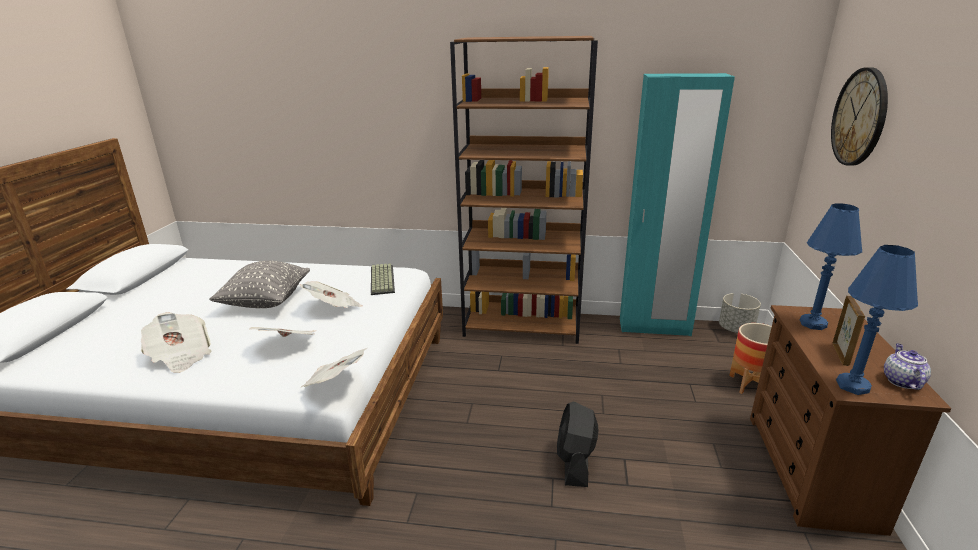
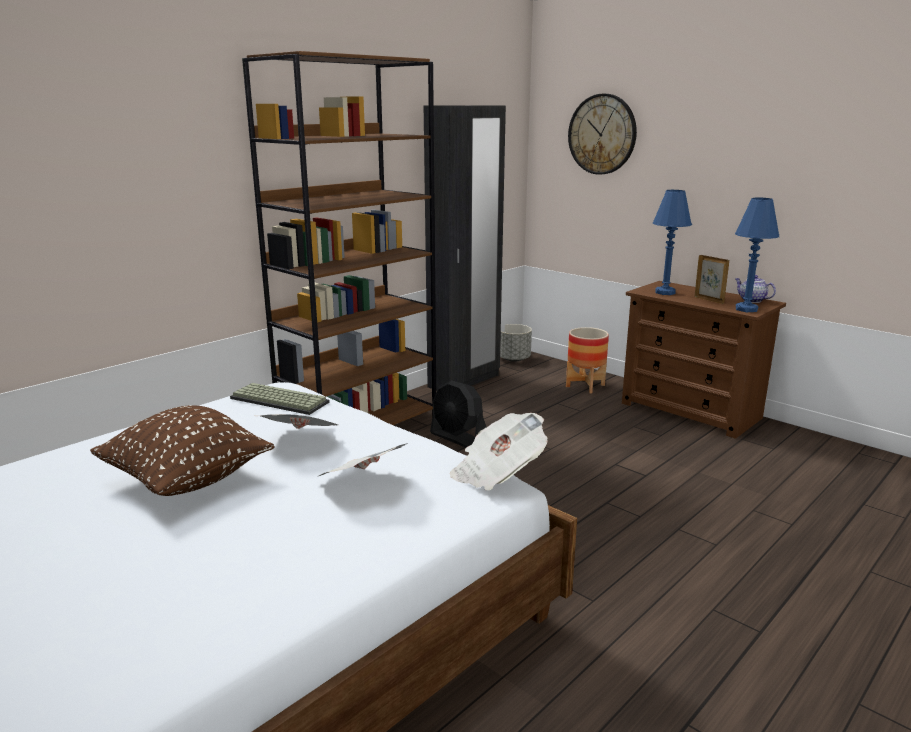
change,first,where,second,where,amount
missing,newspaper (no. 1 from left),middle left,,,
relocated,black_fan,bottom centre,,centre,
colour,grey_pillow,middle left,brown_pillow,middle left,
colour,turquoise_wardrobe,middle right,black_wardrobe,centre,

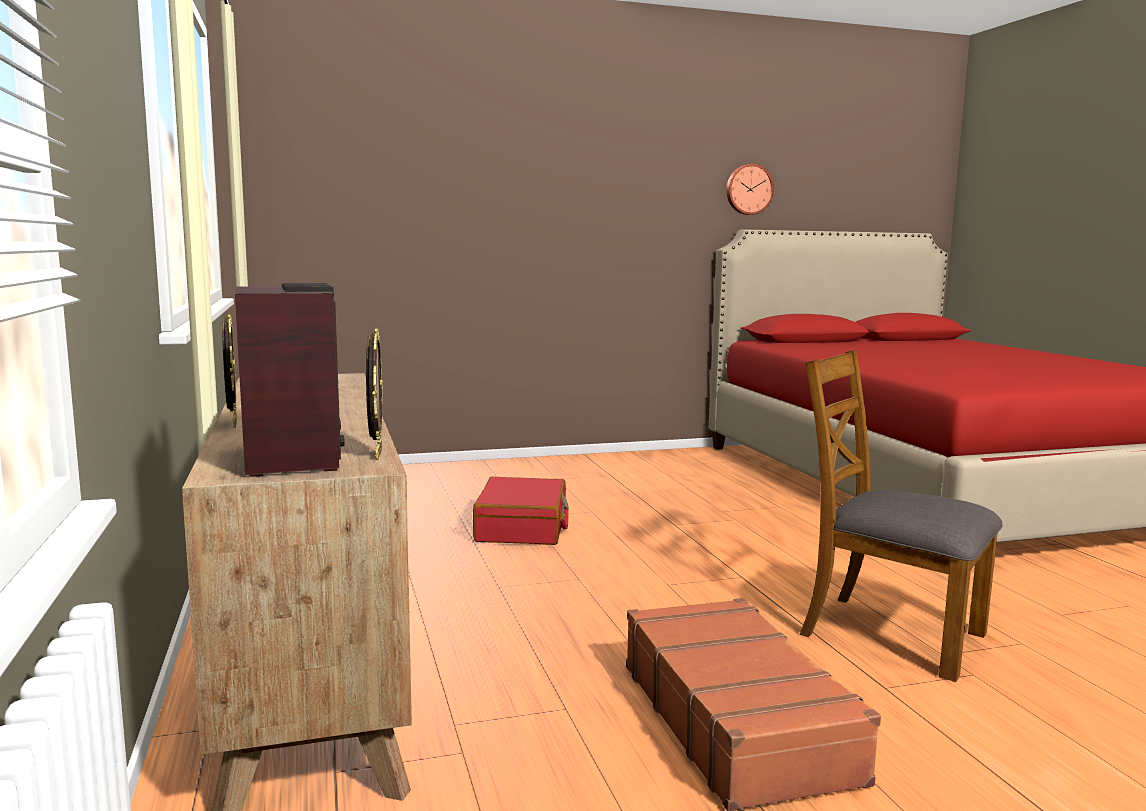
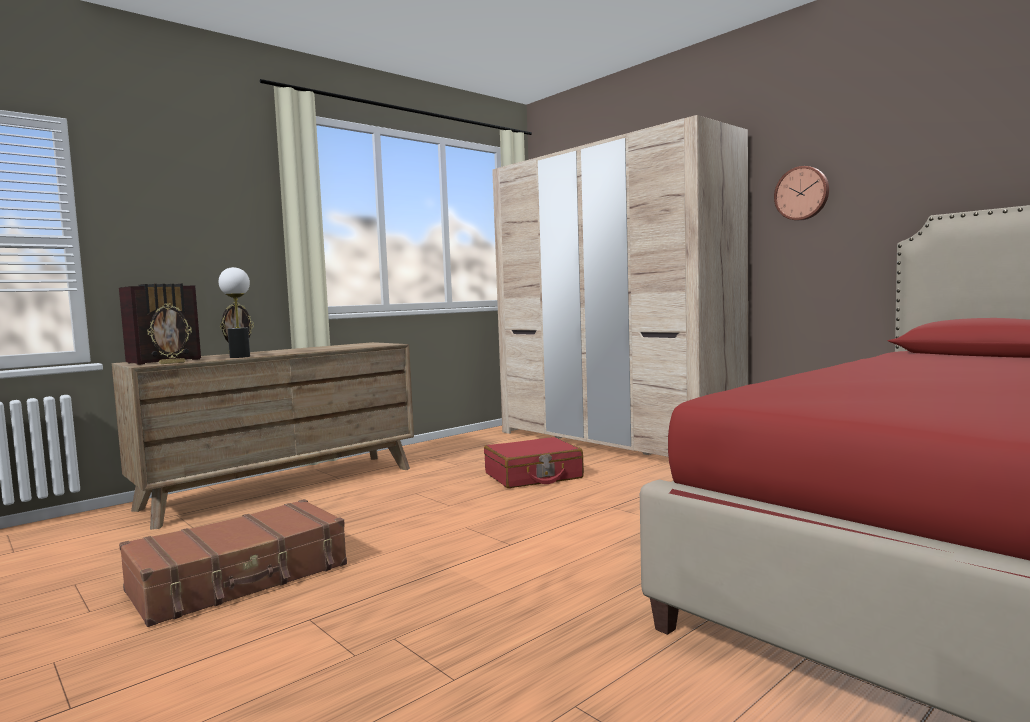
change,first,where,second,where,amount
missing,brown_chair,middle right,,,
appeared,,,table_lamp,middle left,
appeared,,,beige_wardrobe,centre,
relocated,wall_clock,top centre,,top right,

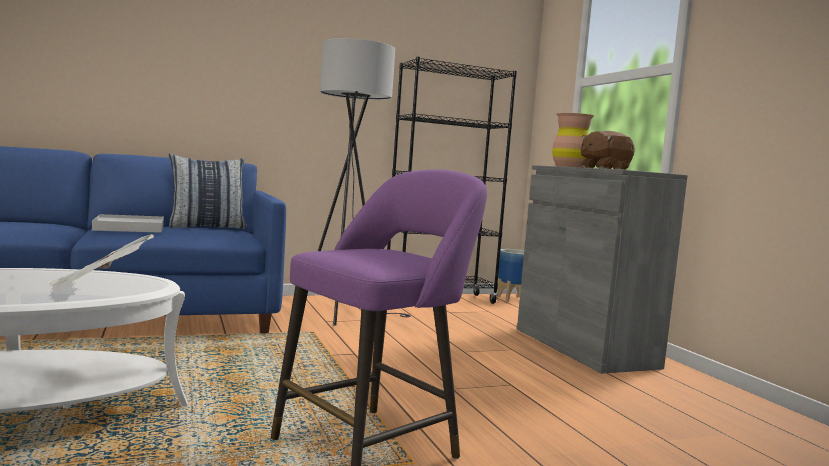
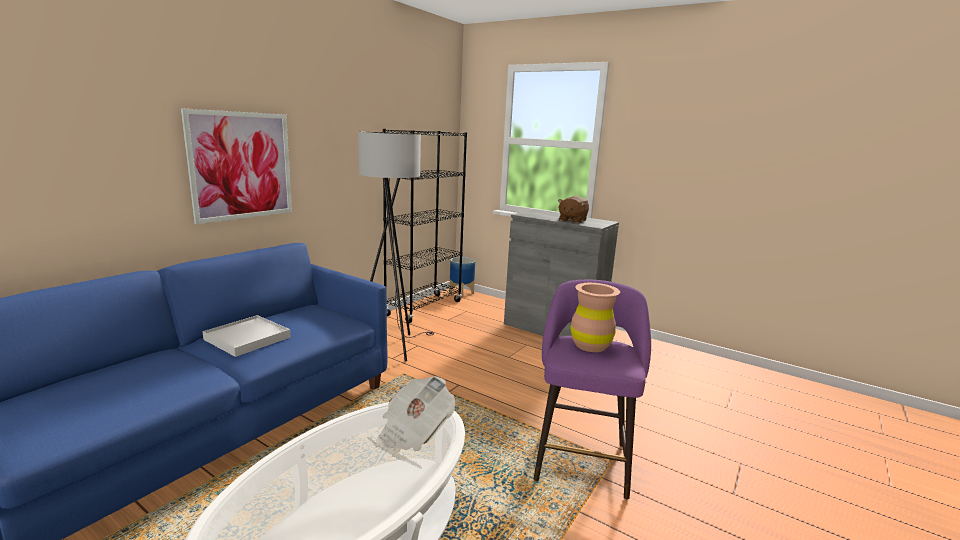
change,first,where,second,where,amount
missing,pillow,middle left,,,
appeared,,,picture,top left,
relocated,brown_vase,top right,,centre,

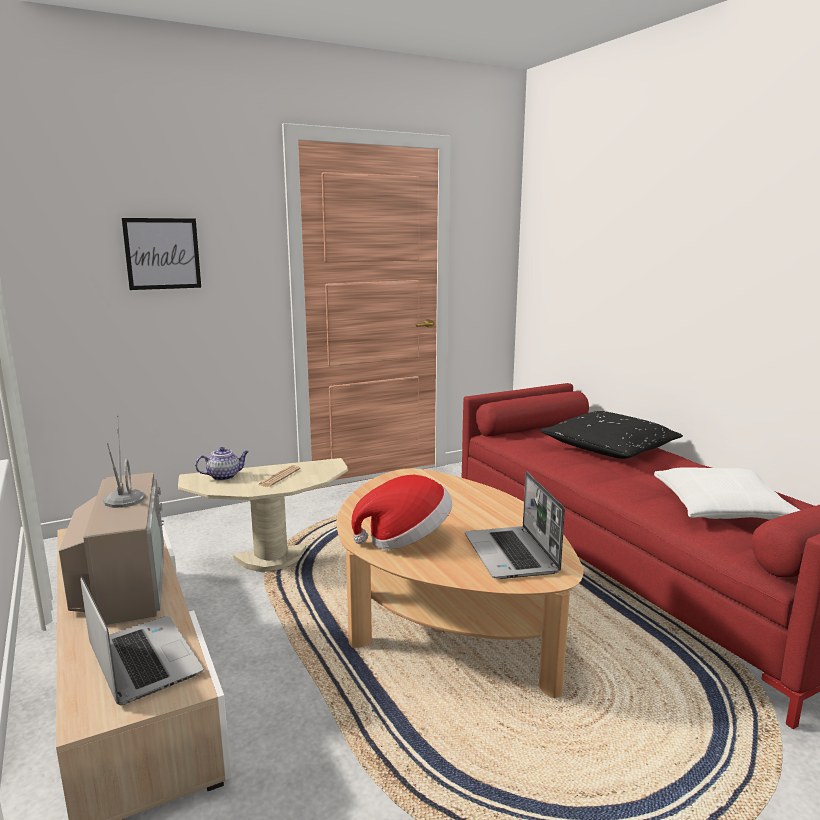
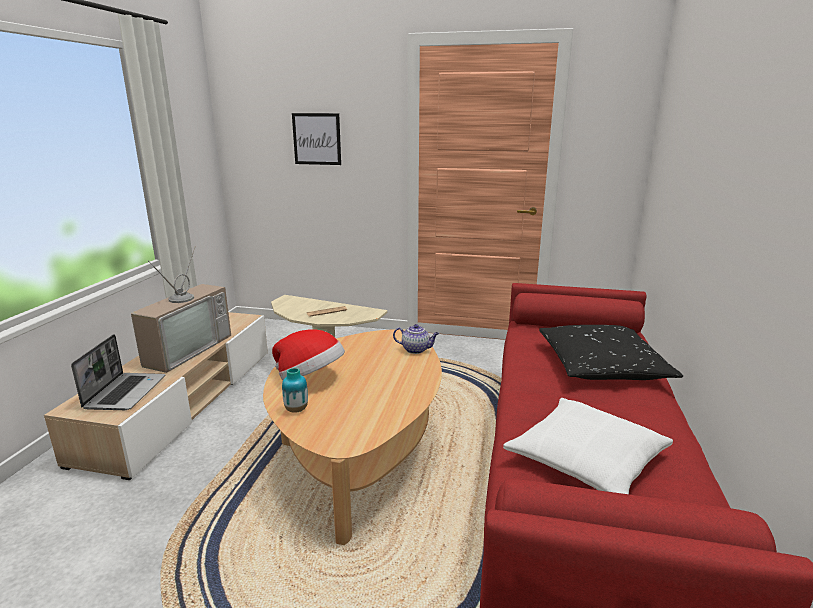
change,first,where,second,where,amount
missing,laptop (no. 2 from left),centre,,,
appeared,,,vase,centre,
relocated,teapot,middle left,,centre,

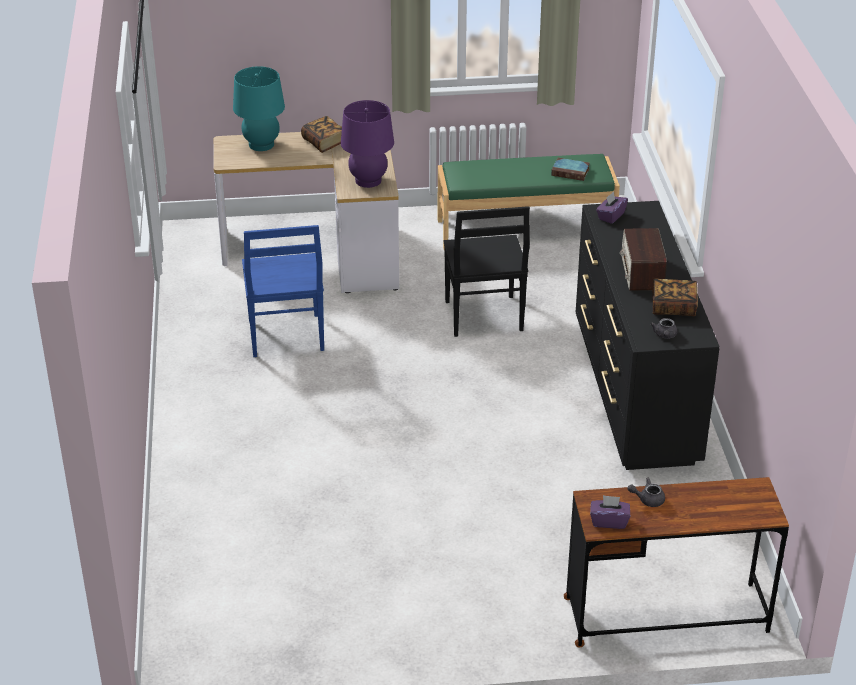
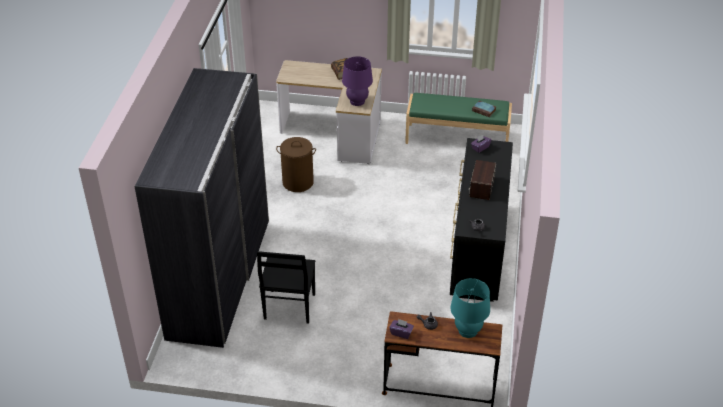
change,first,where,second,where,amount
missing,book (no. 3 from left),middle right,,,
appeared,,,grey_wardrobe,middle left,
relocated,turquoise_table_lamp,top left,,bottom centre,
relocated,black_chair,centre,,bottom centre,
exchanged,blue_chair,middle left,brown_laundry_basket,centre,

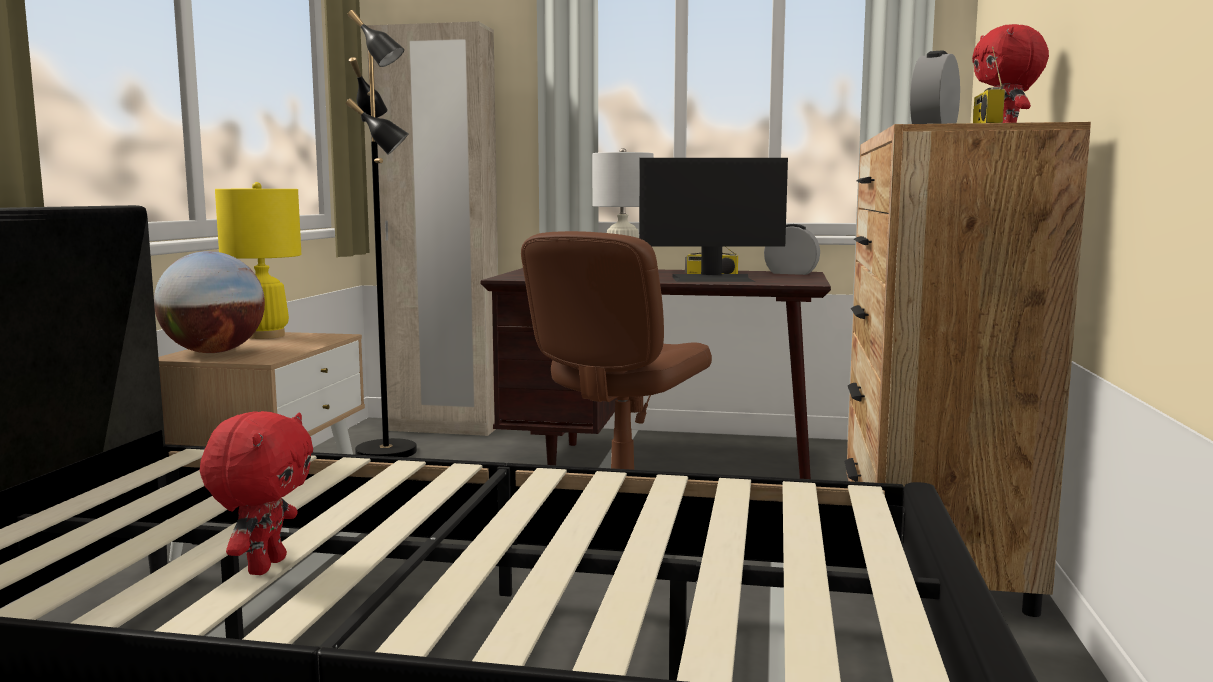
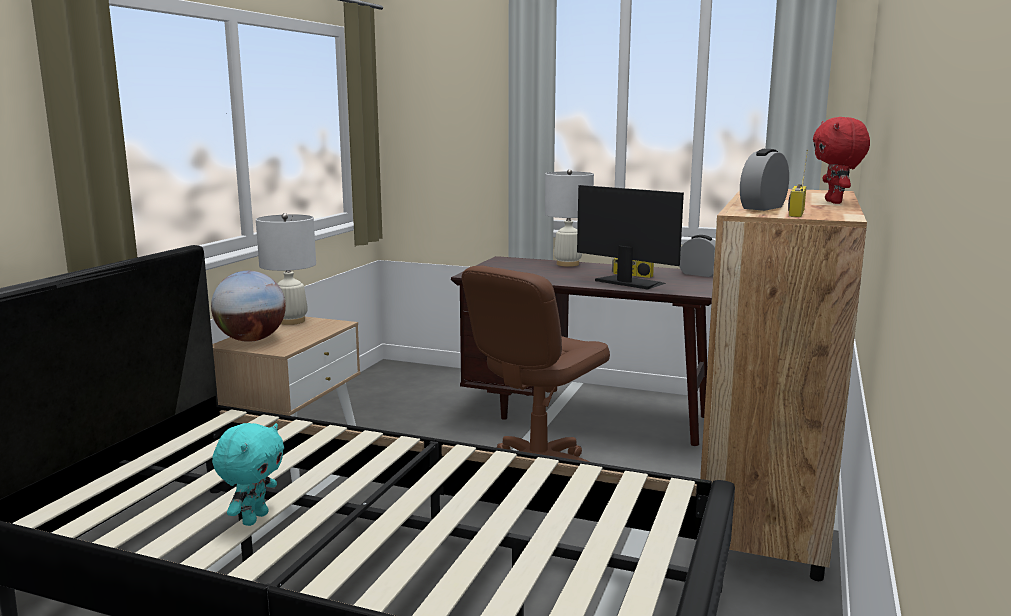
change,first,where,second,where,amount
missing,black_floor_lamp,middle left,,,
missing,beige_wardrobe,centre,,,
colour,red_plush_toy (no. 1 from left),bottom left,turquoise_plush_toy,bottom left,
colour,yellow_table_lamp,middle left,white_table_lamp (no. 1 from left),middle left,
spun,monitor,top centre,,centre,150 degrees counterclockwise

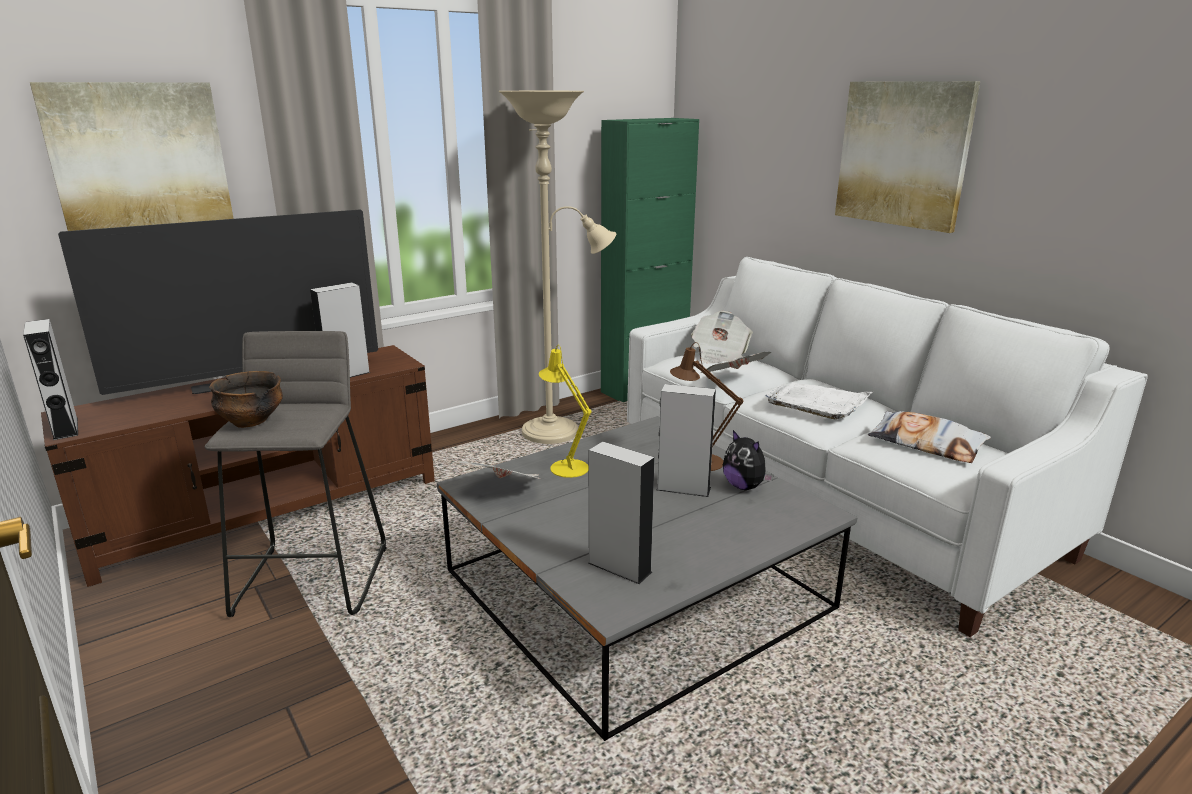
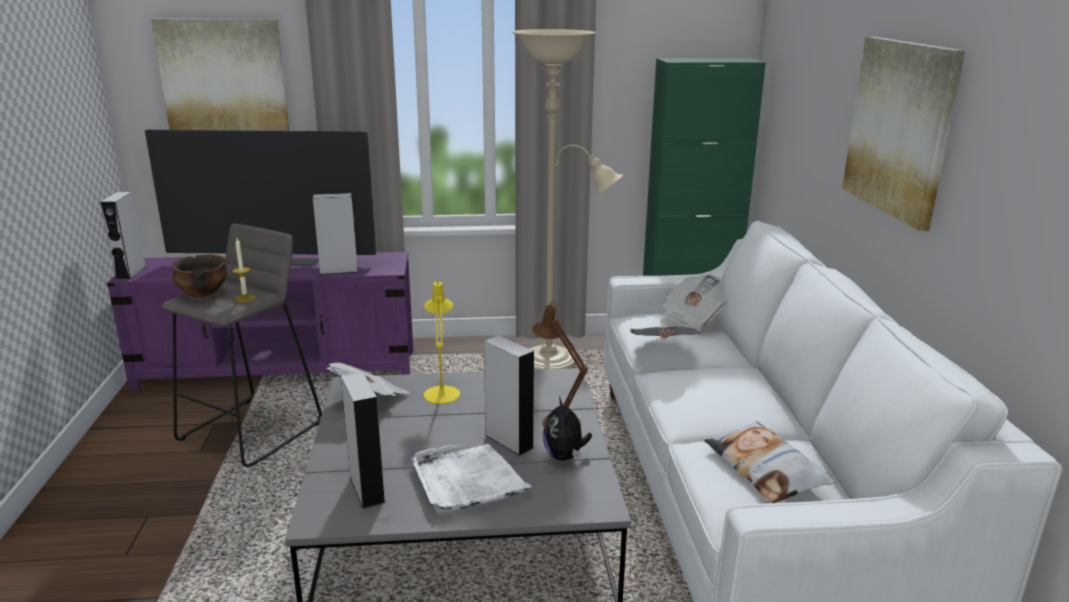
change,first,where,second,where,amount
appeared,,,candle,middle left,
relocated,white_tray,middle right,,bottom centre,
colour,brown_tv_stand,middle left,purple_tv_stand,middle left,

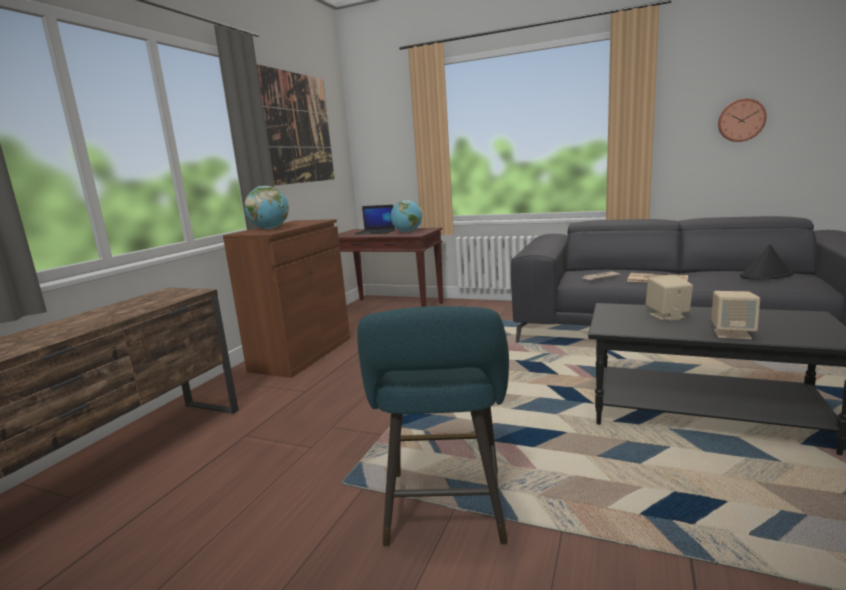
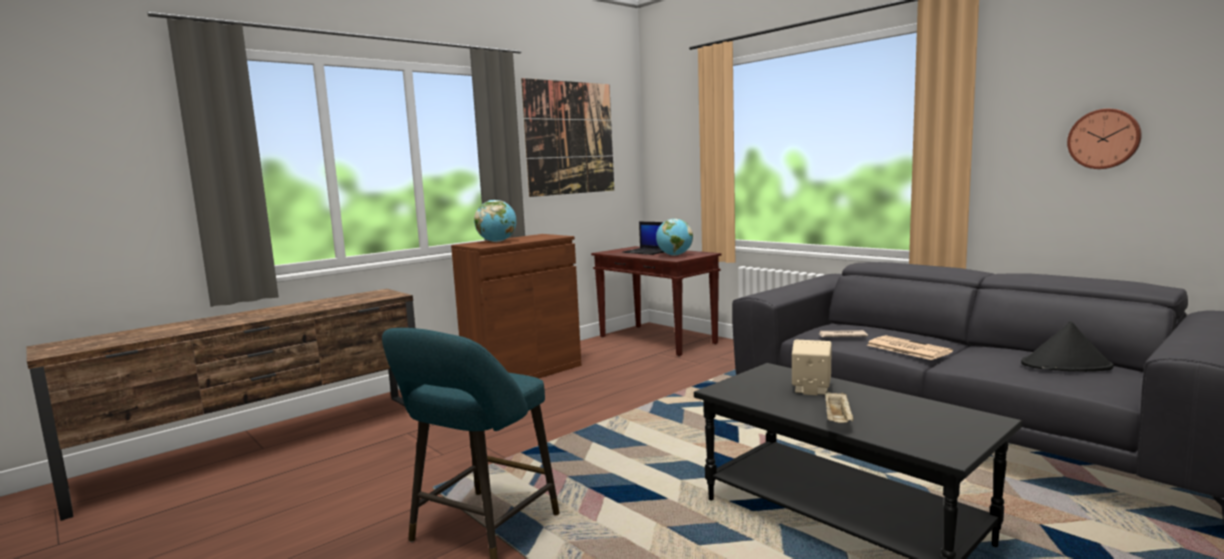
change,first,where,second,where,amount
exchanged,beige_speaker (no. 2 from left),middle right,beige_tray,bottom right,

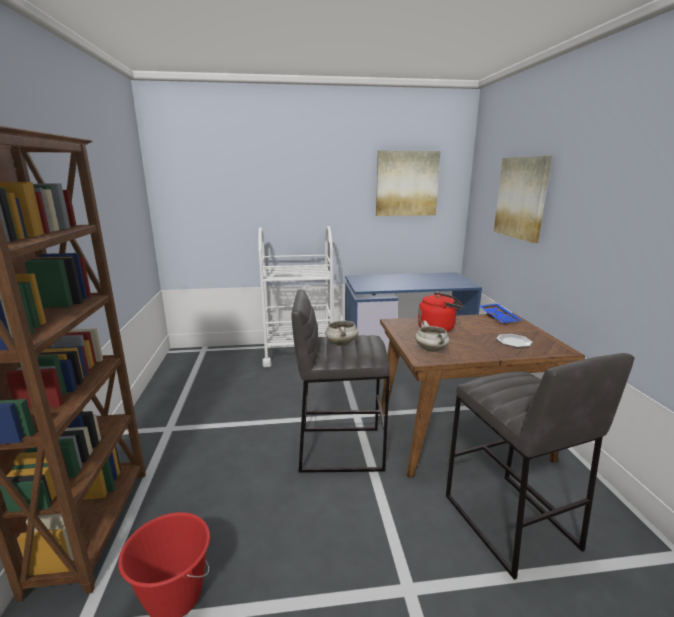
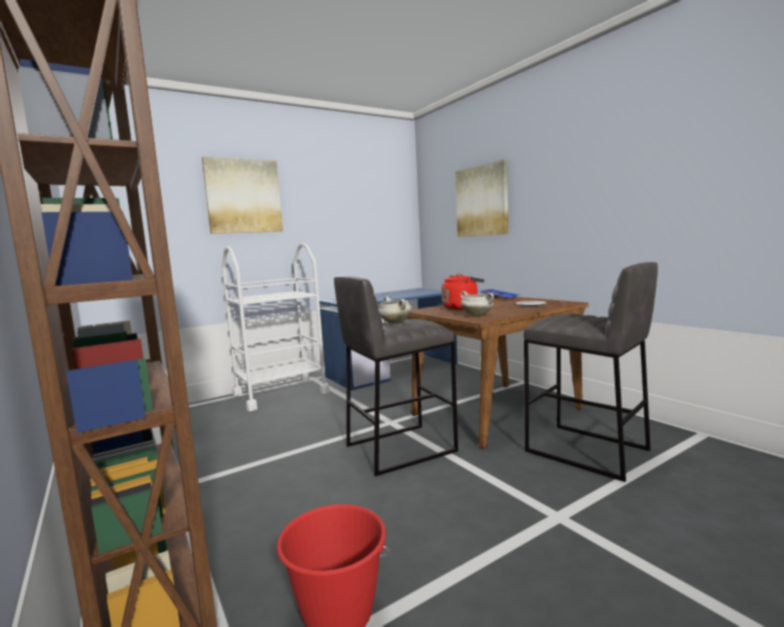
change,first,where,second,where,amount
relocated,picture (no. 1 from left),top centre,,top left,

